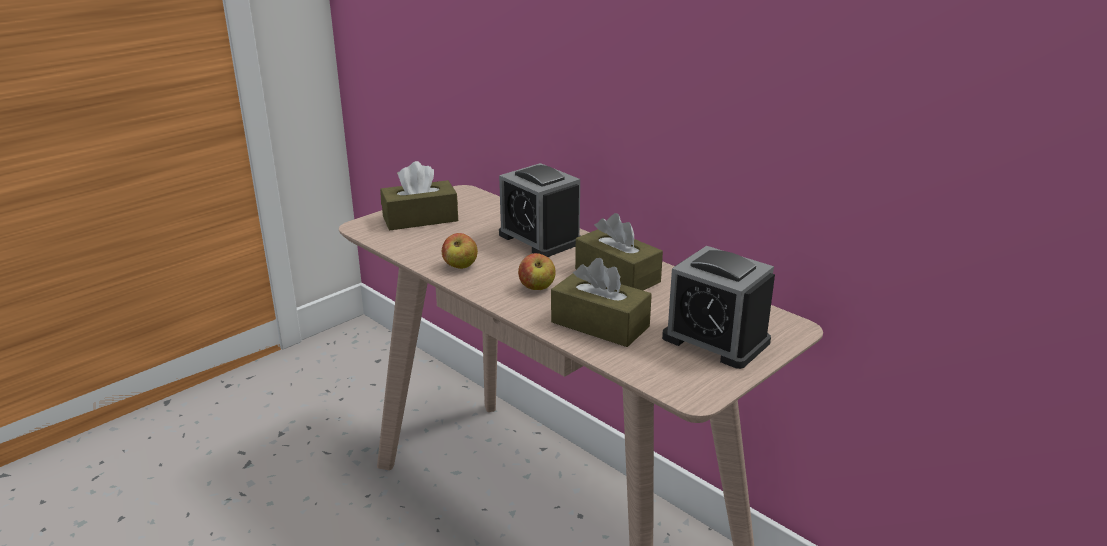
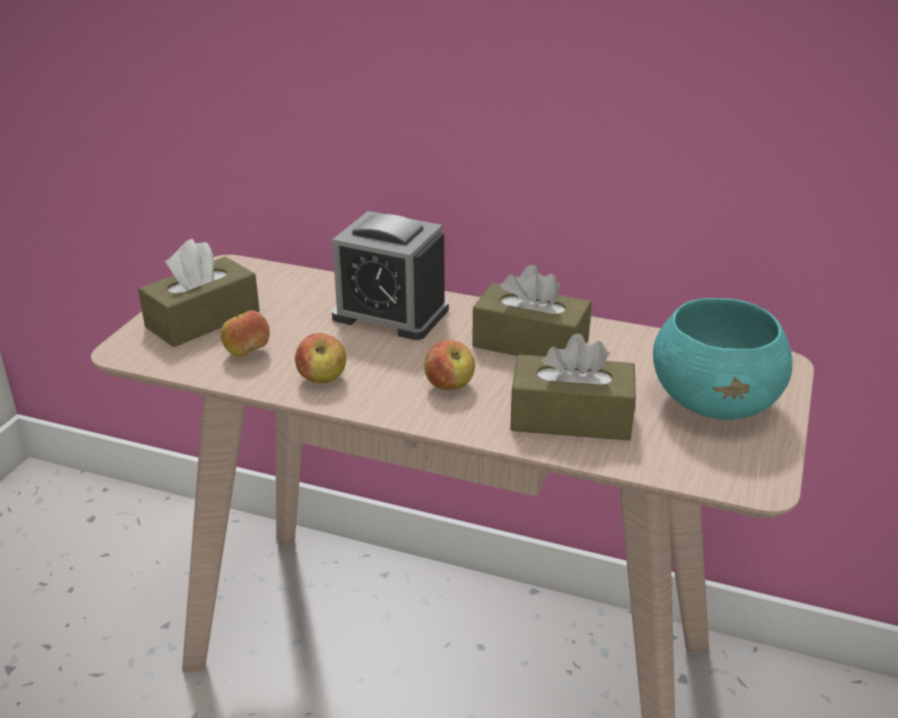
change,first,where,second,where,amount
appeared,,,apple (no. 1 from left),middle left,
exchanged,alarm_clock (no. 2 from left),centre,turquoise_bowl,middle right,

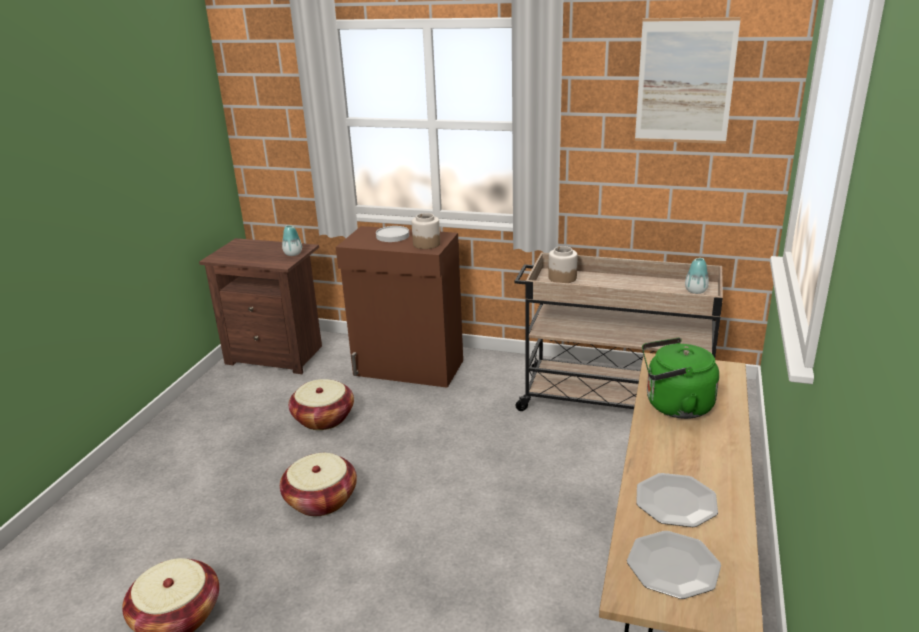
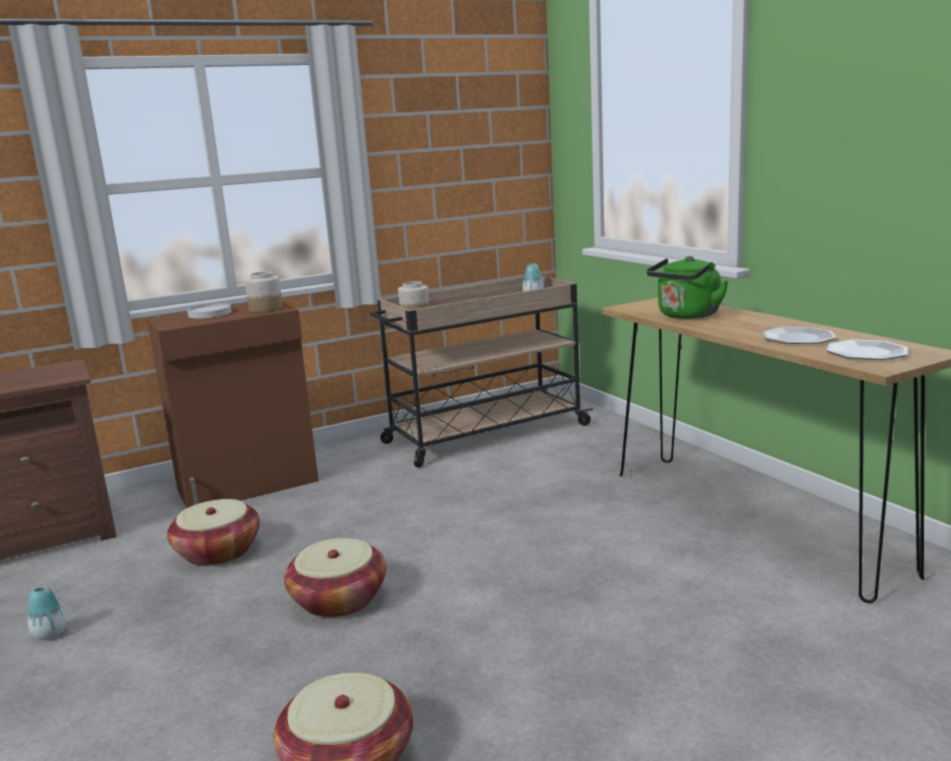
change,first,where,second,where,amount
missing,picture,top right,,,
relocated,vase (no. 1 from left),middle left,,bottom left,

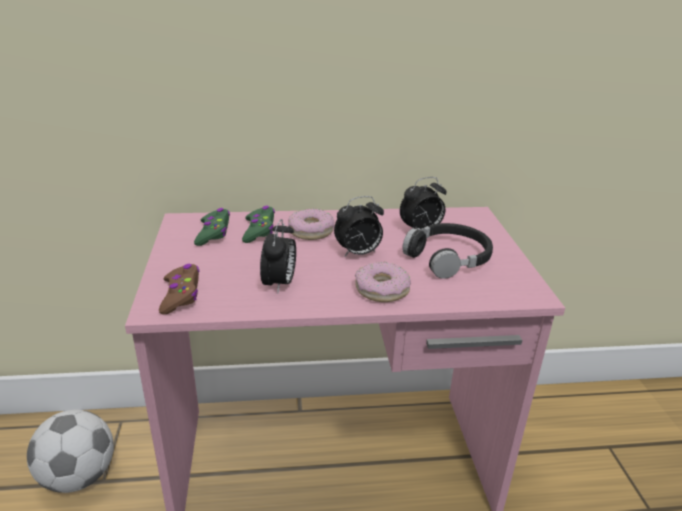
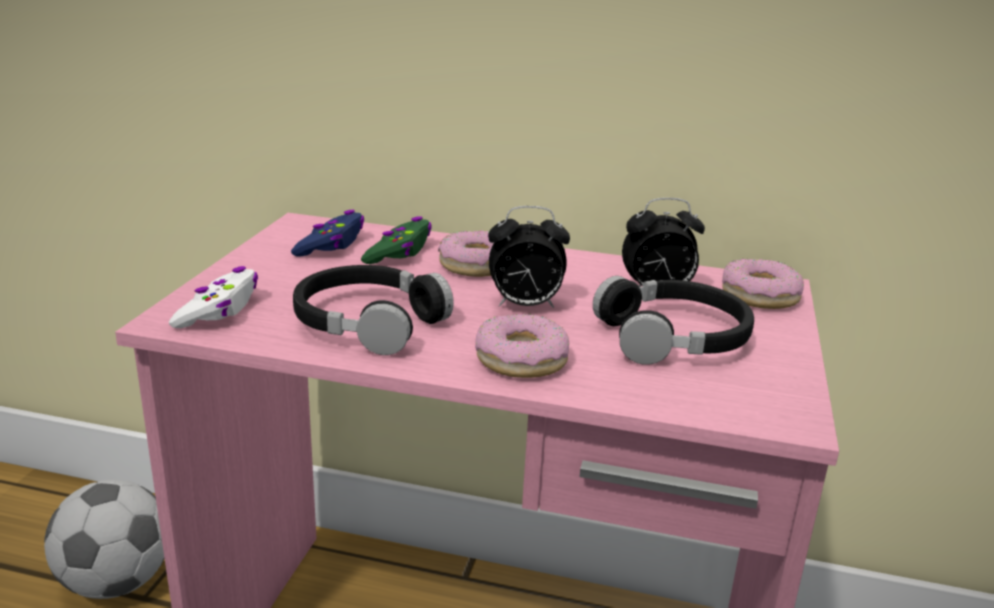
change,first,where,second,where,amount
appeared,,,donut (no. 3 from left),middle right,
exchanged,alarm_clock (no. 1 from left),centre,black_headphones (no. 1 from left),centre,
colour,brown_game_controller,middle left,white_game_controller,middle left,
colour,green_game_controller (no. 1 from left),middle left,blue_game_controller,middle left,

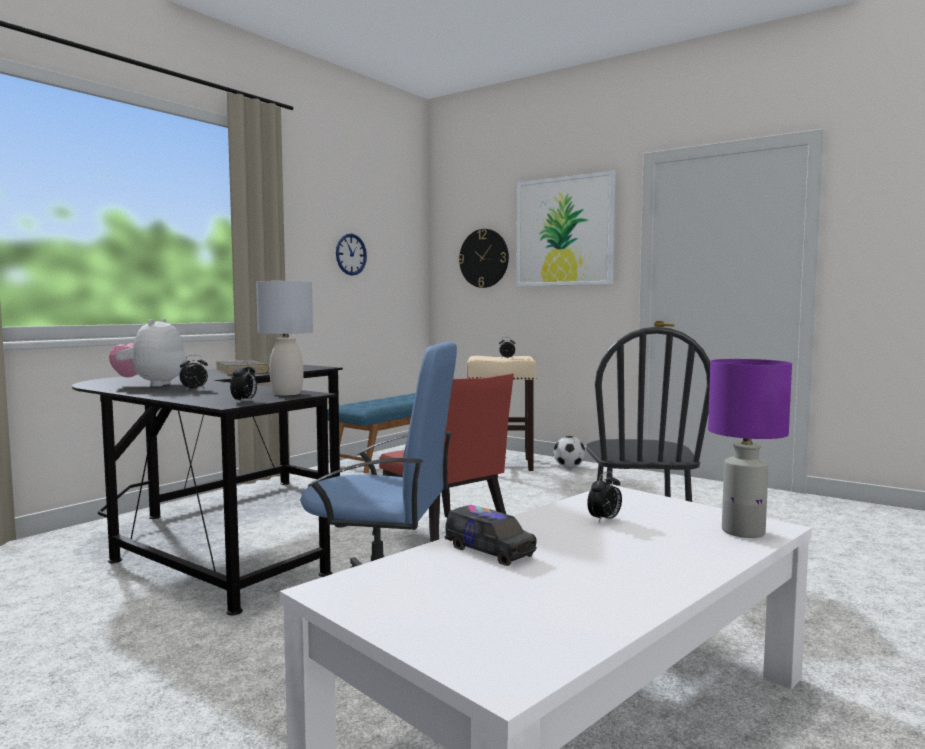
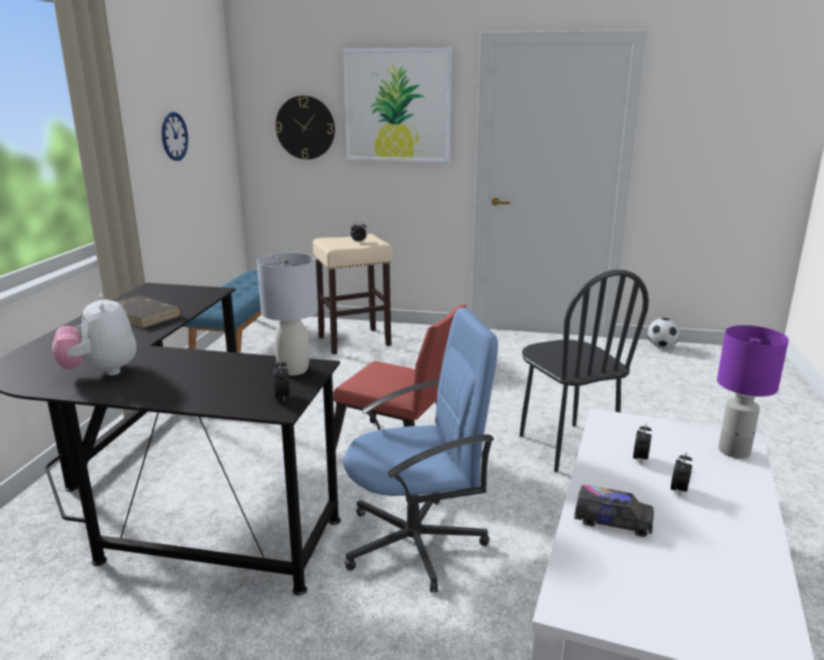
change,first,where,second,where,amount
relocated,alarm_clock (no. 1 from left in the first image),middle left,alarm_clock (no. 4 from left),bottom right,
relocated,football,centre,,middle right,

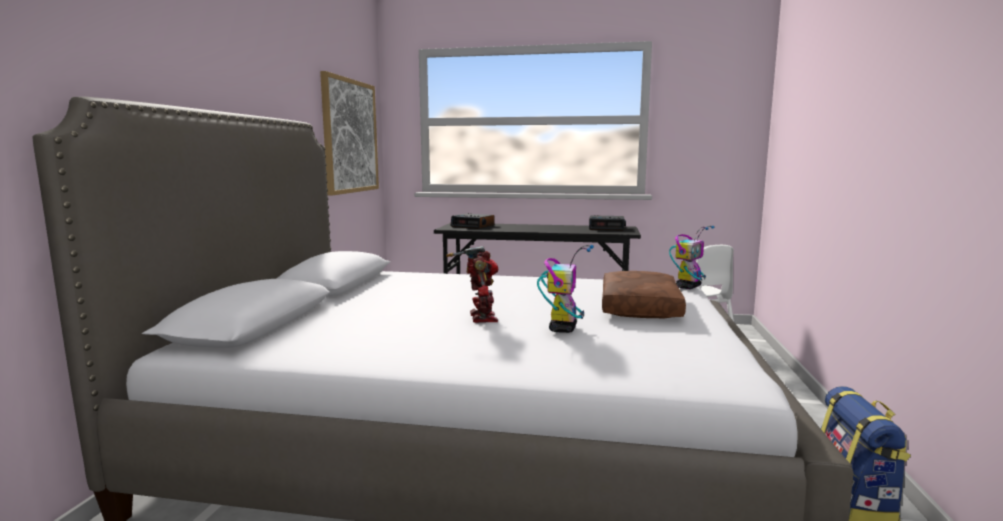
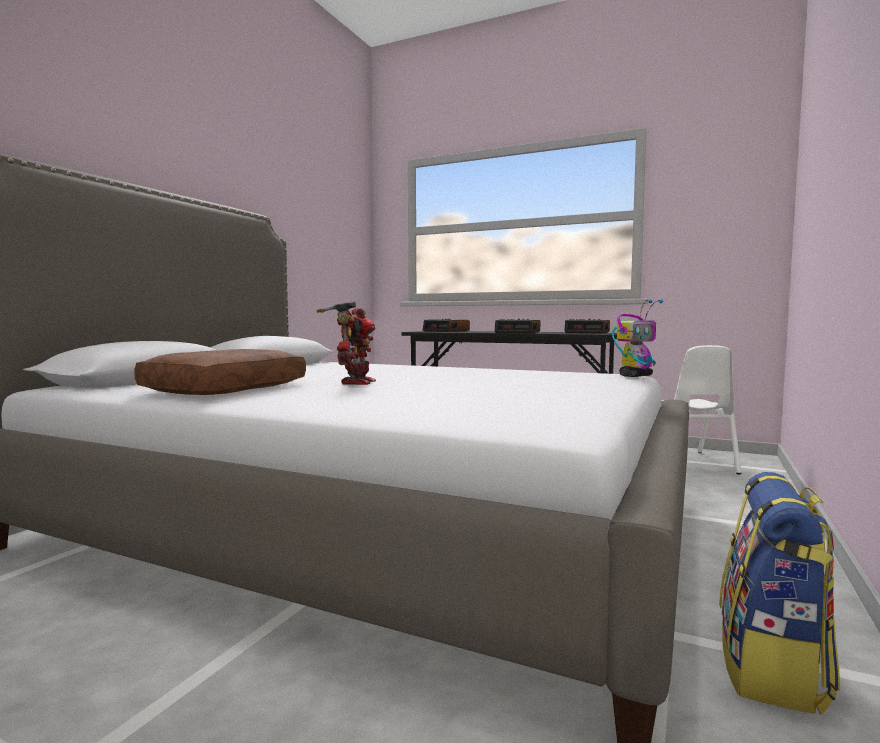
change,first,where,second,where,amount
missing,picture,top centre,,,
missing,toy_robot (no. 2 from left),centre,,,
appeared,,,alarm_clock (no. 2 from left),centre,
relocated,brown_pillow,centre,,middle left,

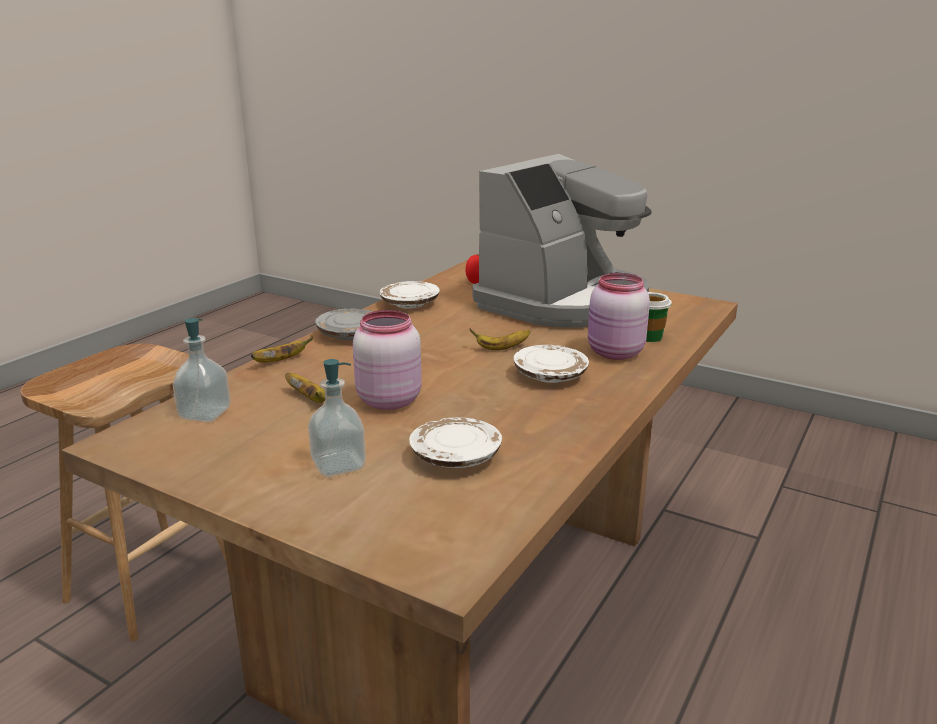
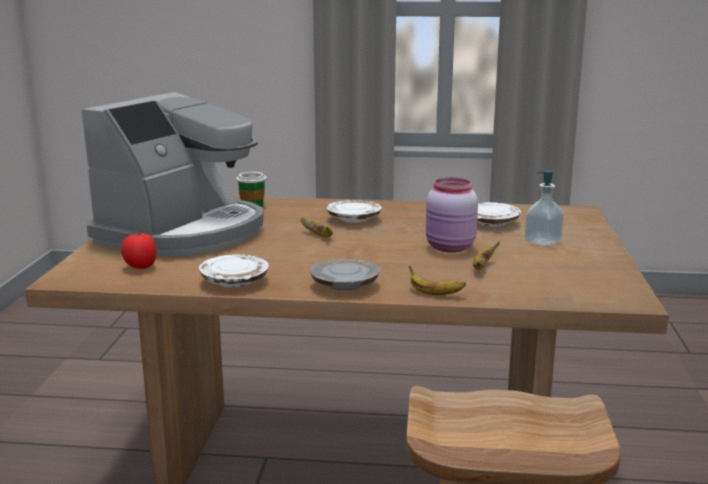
change,first,where,second,where,amount
missing,soap_dispenser (no. 1 from left),middle left,,,
missing,pink_jar (no. 2 from left),centre,,,
spun,coffee_machine,top centre,,middle left,105 degrees clockwise

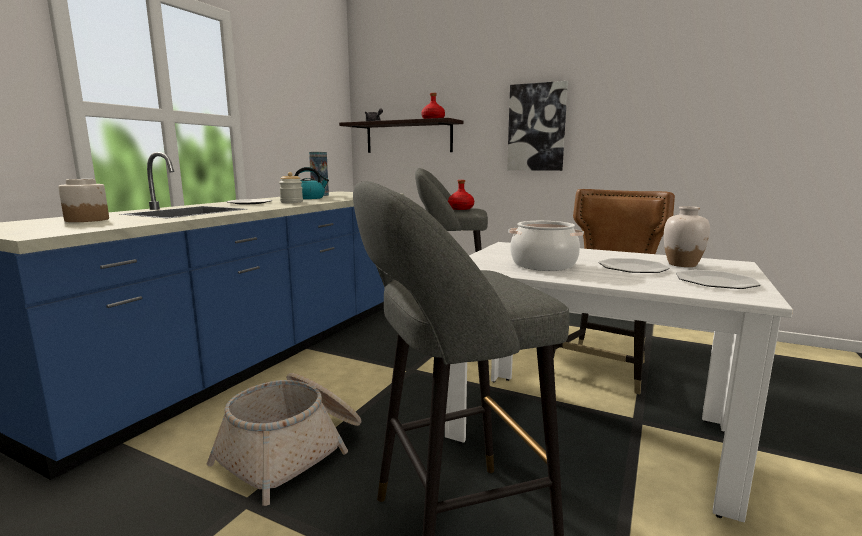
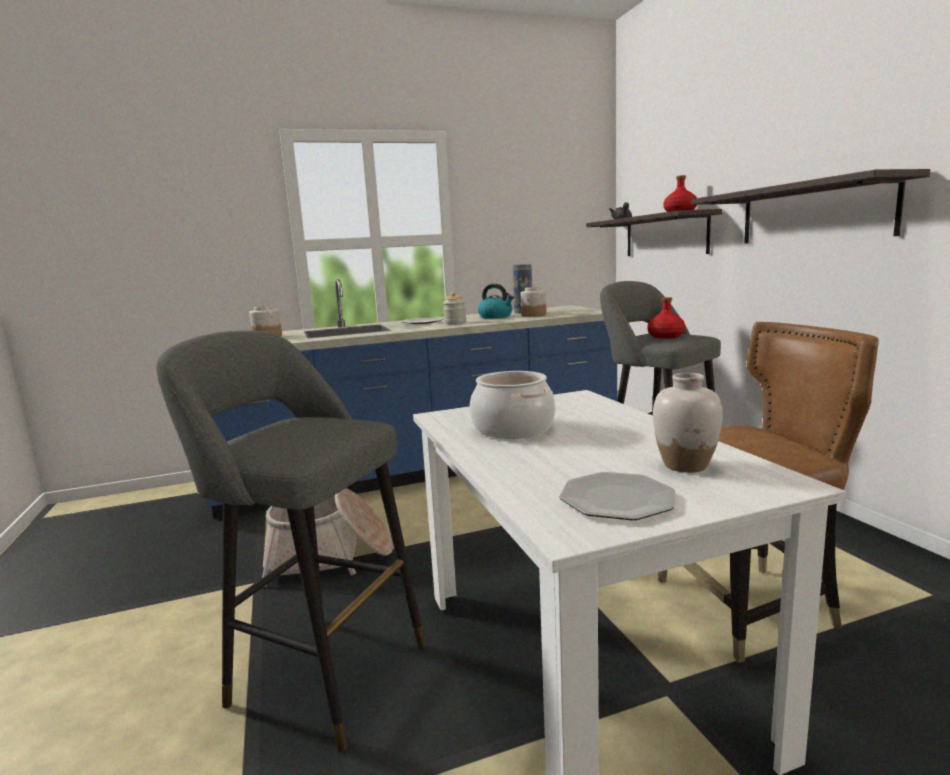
change,first,where,second,where,amount
missing,plate (no. 2 from left),middle right,,,
appeared,,,jar (no. 3 from left),centre,
exchanged,picture,top centre,shelf (no. 2 from left),top right,

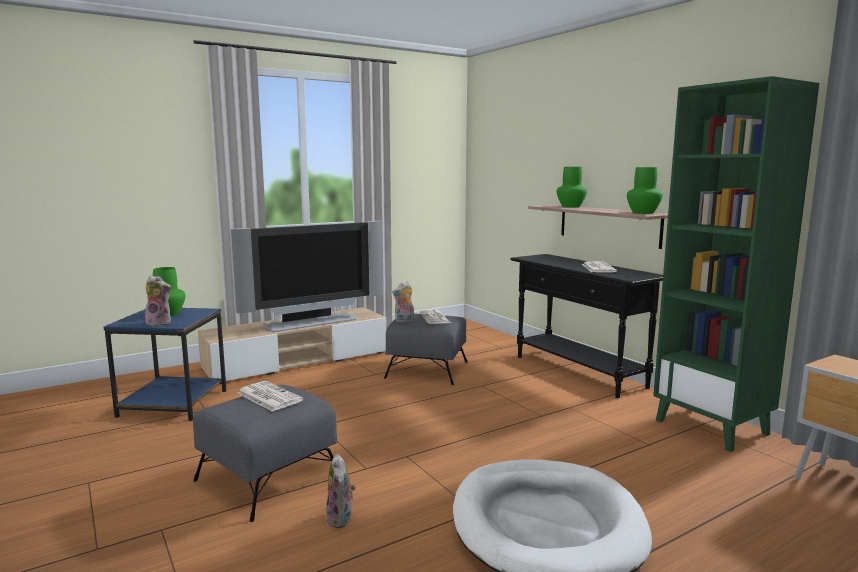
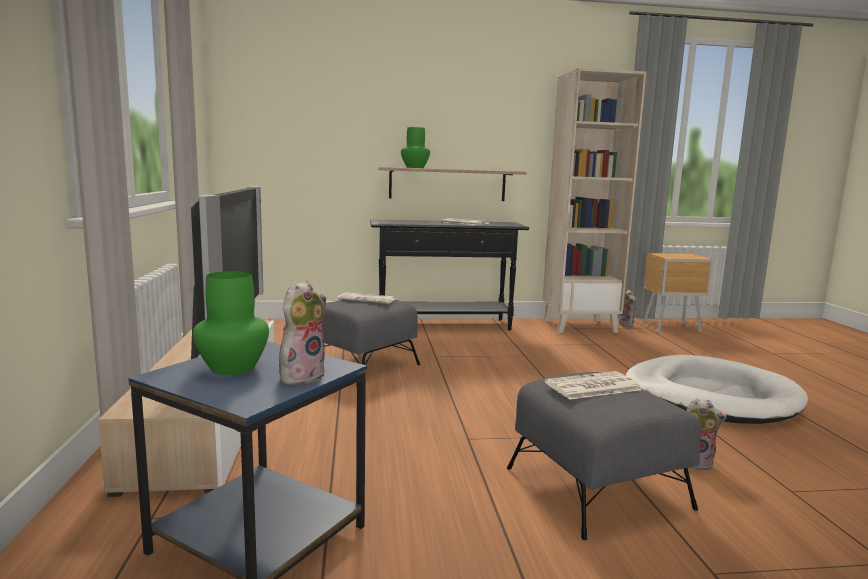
change,first,where,second,where,amount
missing,green_vase (no. 3 from left),top right,,,
relocated,plush_toy (no. 3 from left in the first image),centre,plush_toy (no. 2 from left),middle right,
colour,green_bookcase,middle right,beige_bookcase,middle right,

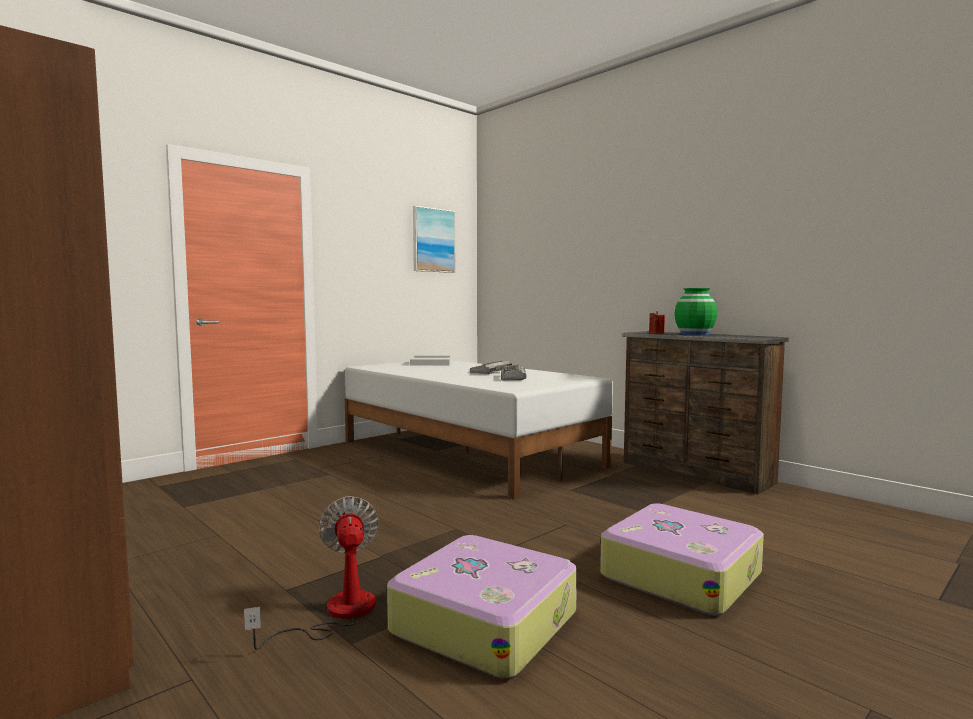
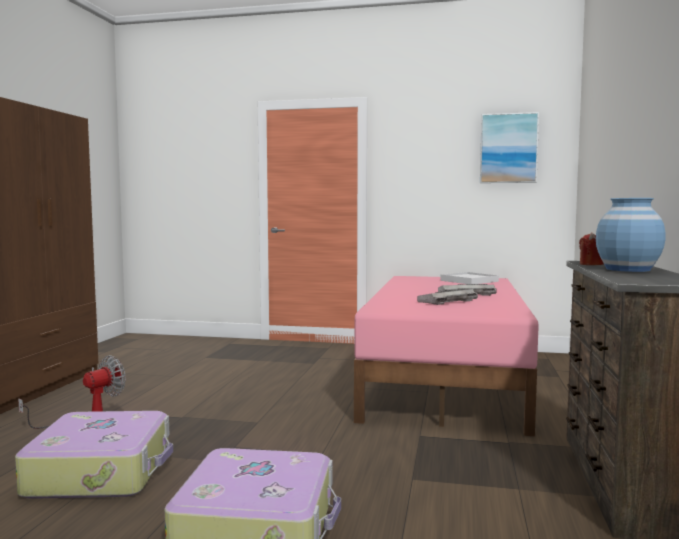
change,first,where,second,where,amount
colour,white_bed,centre,pink_bed,centre,
colour,green_vase,middle right,blue_vase,middle right,

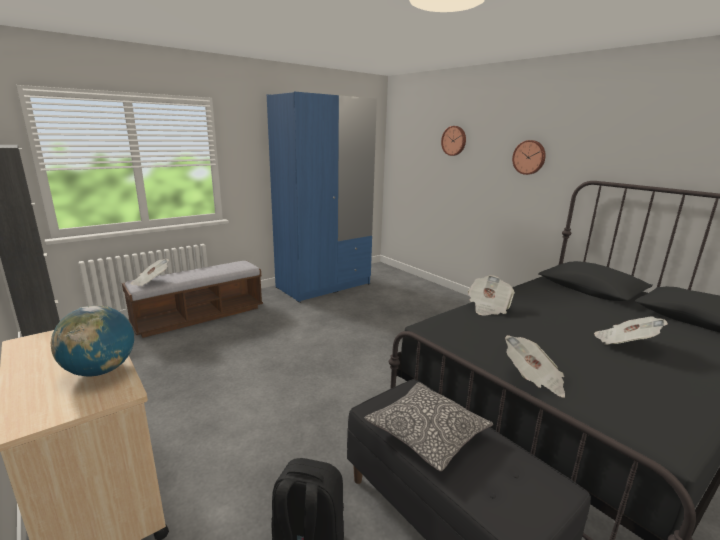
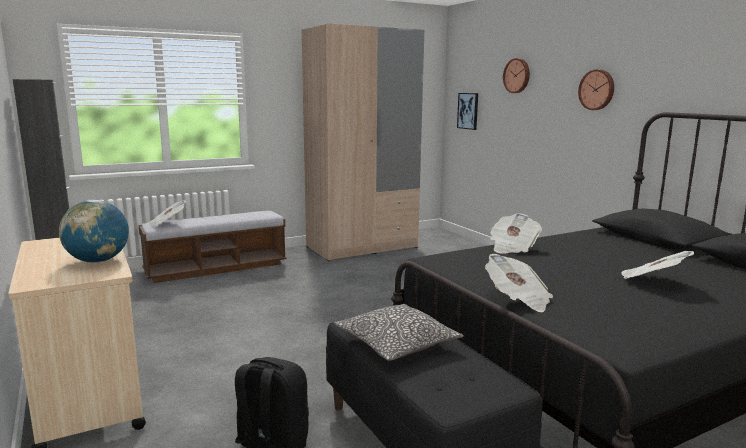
change,first,where,second,where,amount
appeared,,,picture,top centre,
colour,blue_wardrobe,centre,beige_wardrobe,top centre,

